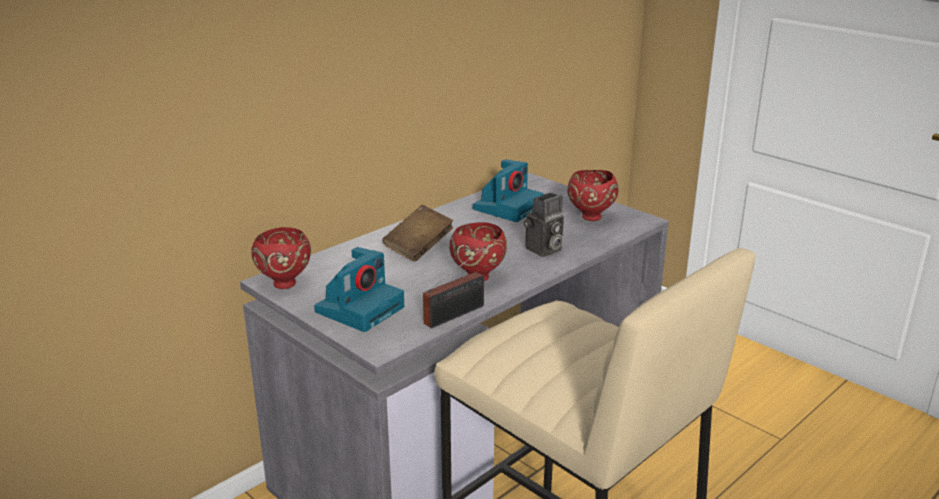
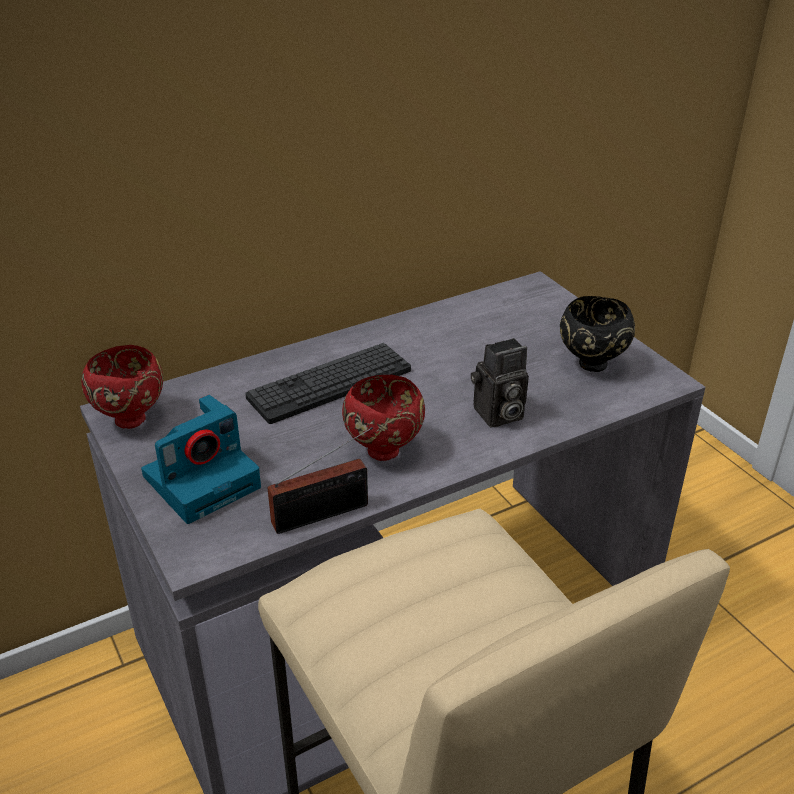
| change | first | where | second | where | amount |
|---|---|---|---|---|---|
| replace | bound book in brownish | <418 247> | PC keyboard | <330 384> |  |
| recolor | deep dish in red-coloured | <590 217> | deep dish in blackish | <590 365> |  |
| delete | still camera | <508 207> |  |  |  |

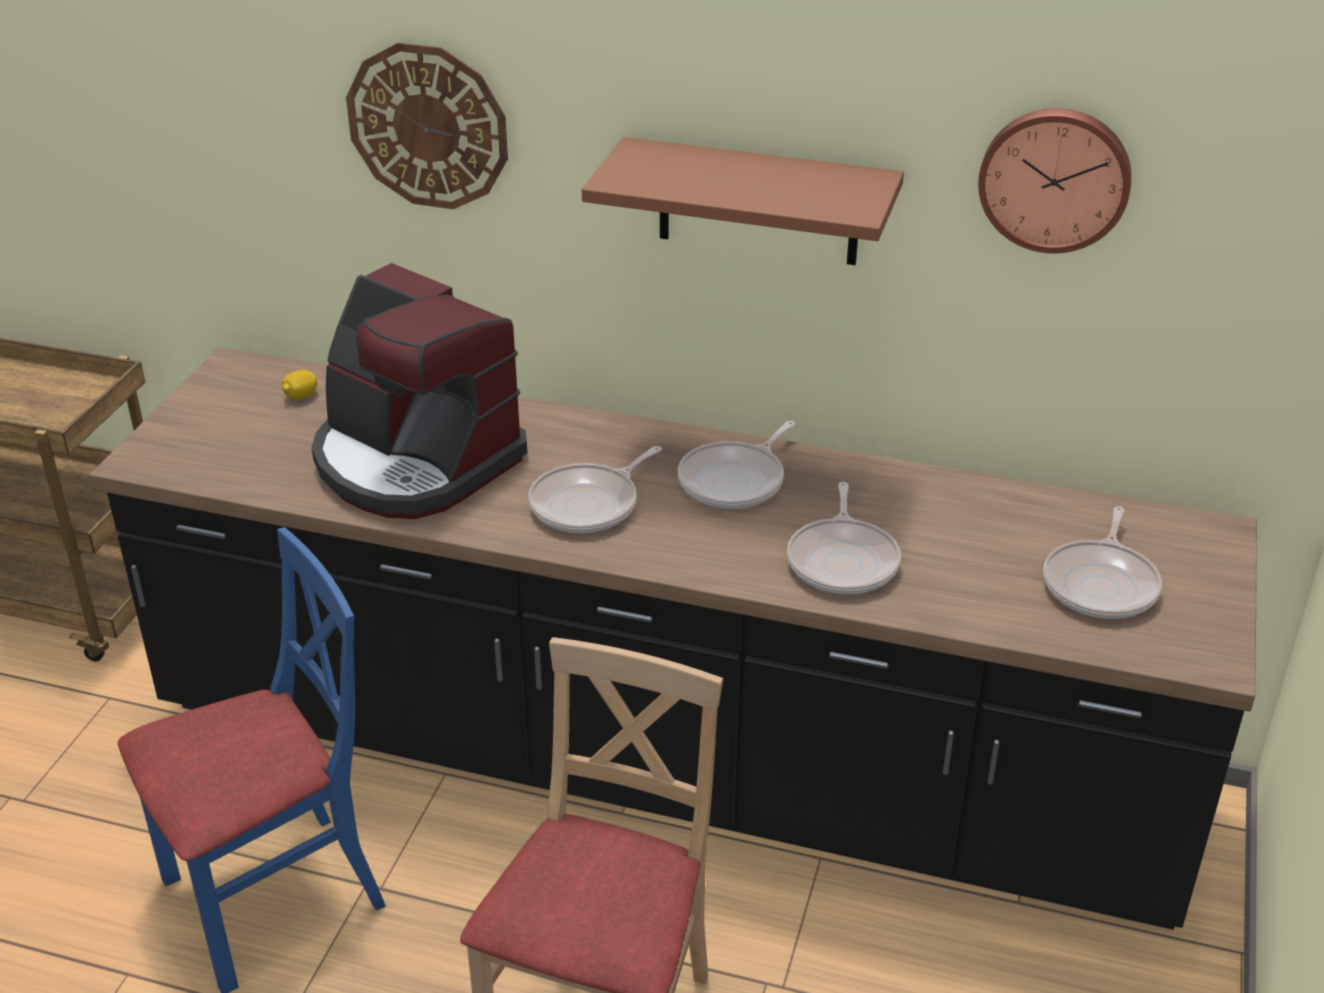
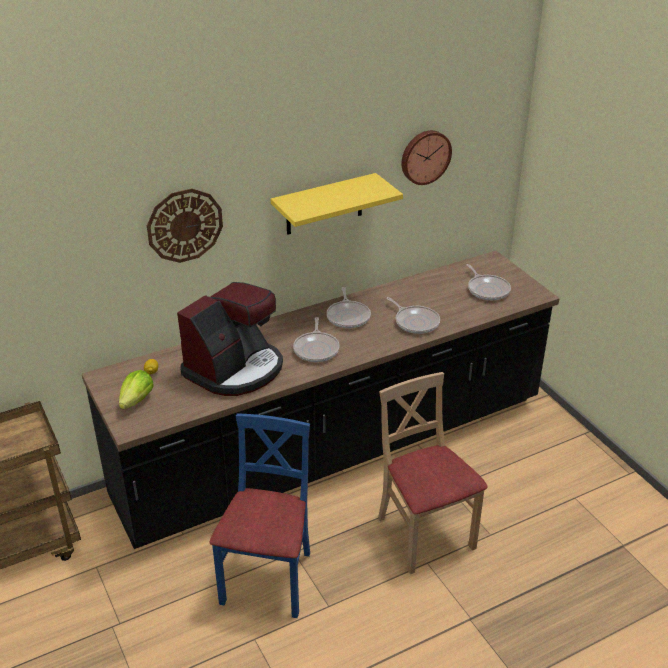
| change | first | where | second | where | amount |
|---|---|---|---|---|---|
| insert |  |  | head of lettuce | <137 400> |  |
| rotate | coffee brewer | <414 461> |  | <235 369> | 45 degrees counterclockwise |
| recolor | wall shelf in brownish | <758 202> | wall shelf in yellowish | <324 204> |  |

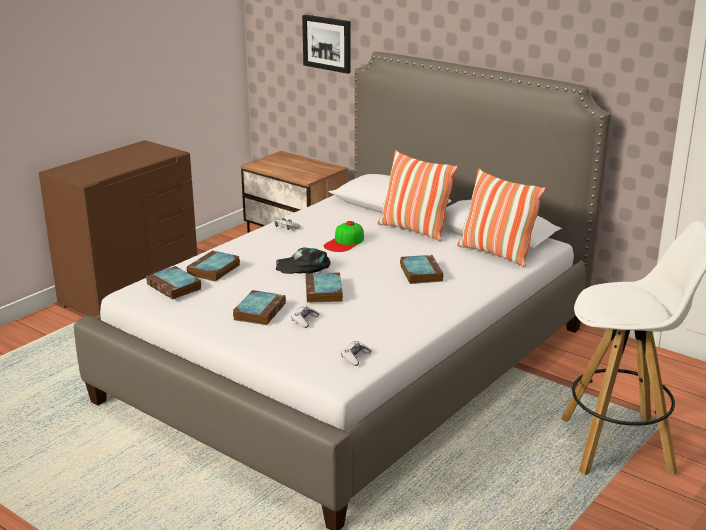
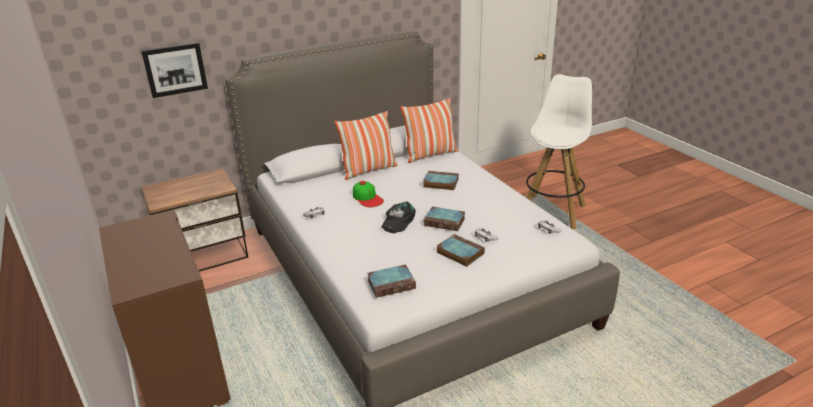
| change | first | where | second | where | amount |
|---|---|---|---|---|---|
| delete | bound book | <213 270> |  |  |  |

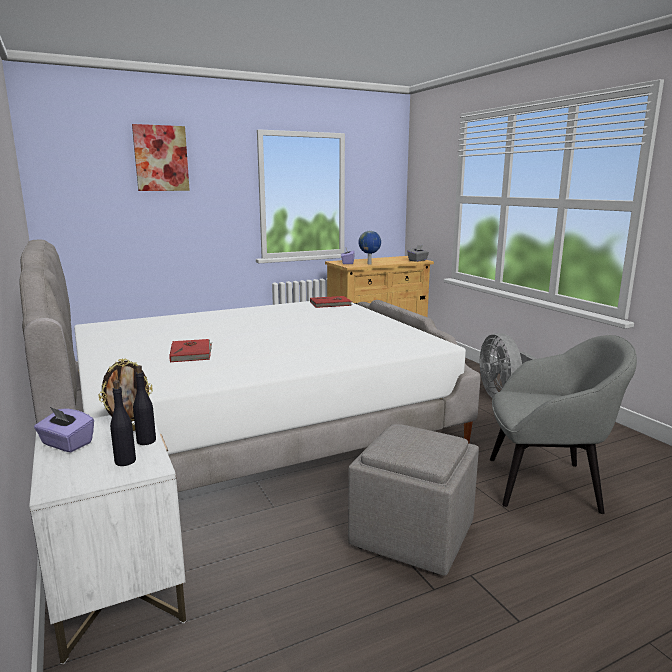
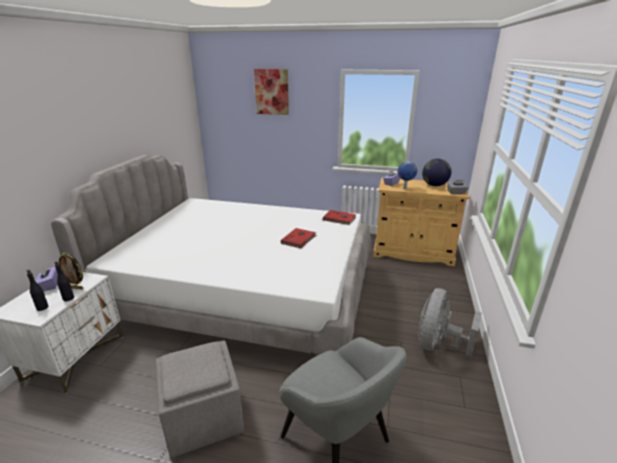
| change | first | where | second | where | amount |
|---|---|---|---|---|---|
| move | bound book in red-coloured | <191 353> |  | <299 239> |  |
| insert |  |  | world globe | <434 185> |  |

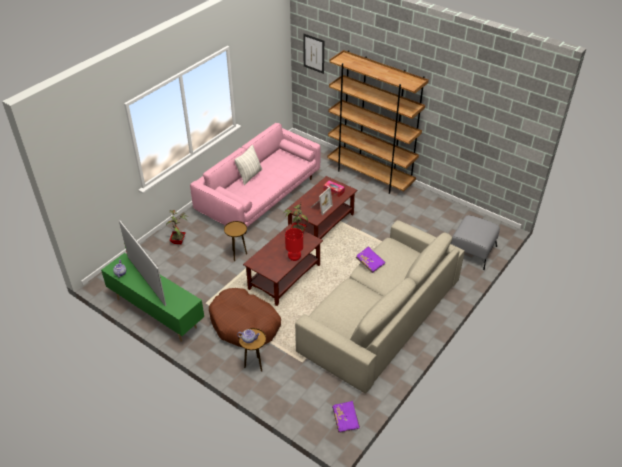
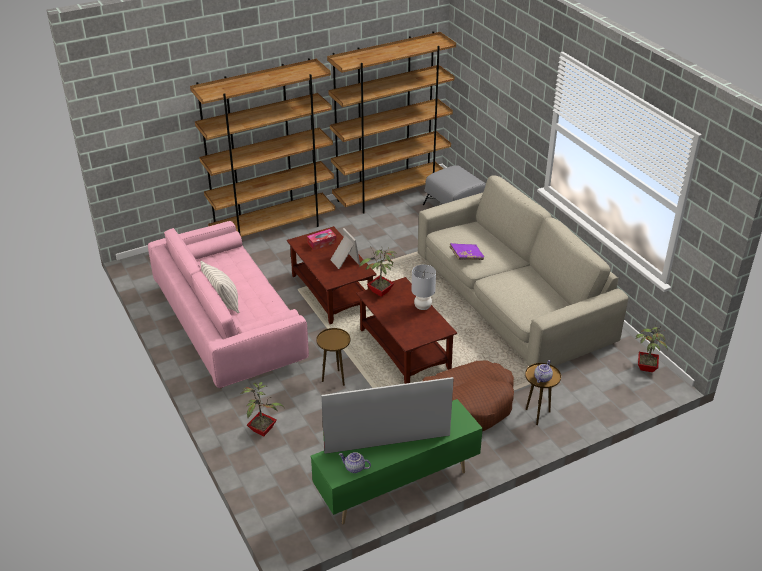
| change | first | where | second | where | amount |
|---|---|---|---|---|---|
| insert |  |  | bookshelf in brownish | <391 195> |  |
| recolor | lamp for a table in red-coloured | <294 258> | lamp for a table in greyish | <422 306> |  |
| replace | bound book in purple-coloured | <345 419> | plant in a pot | <645 367> |  |
| delete | wall art | <314 53> |  |  |  |

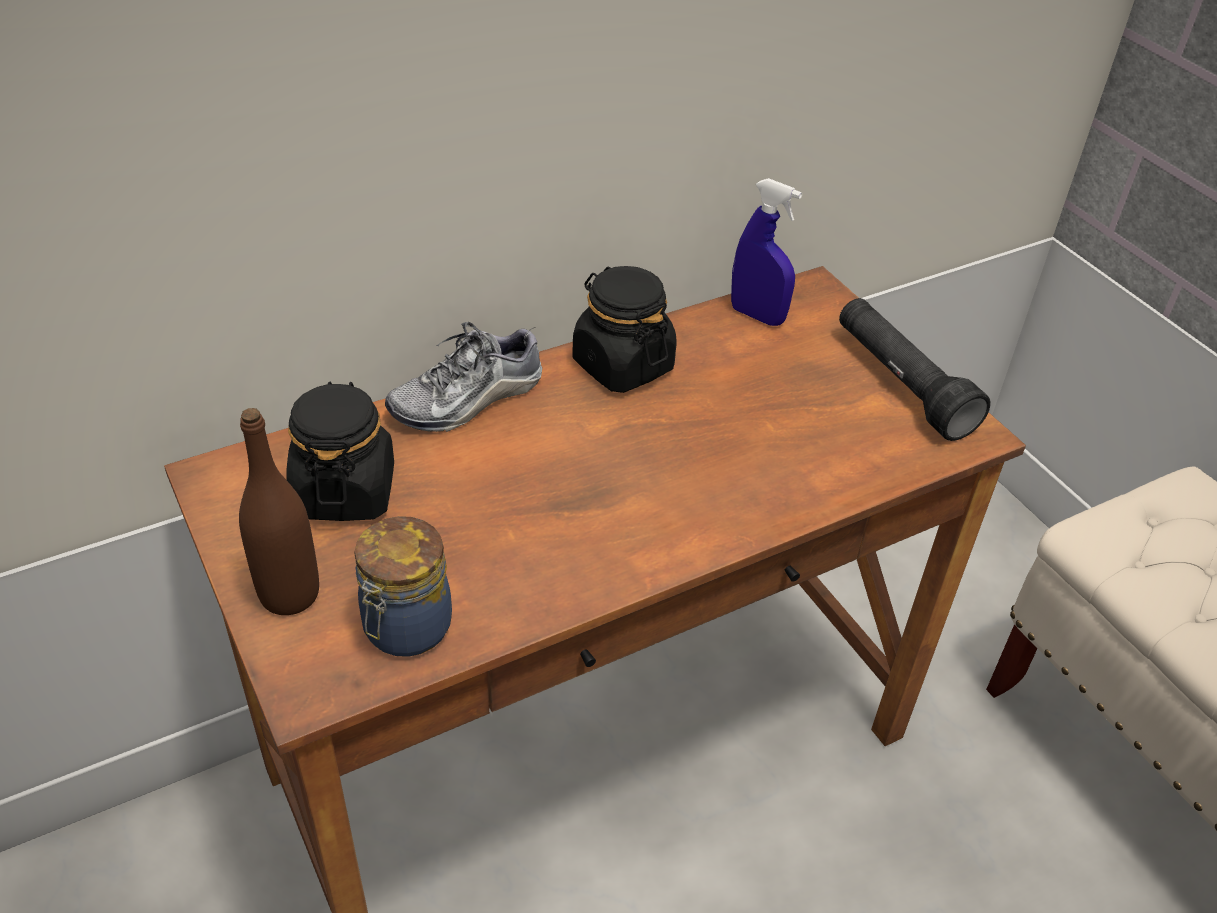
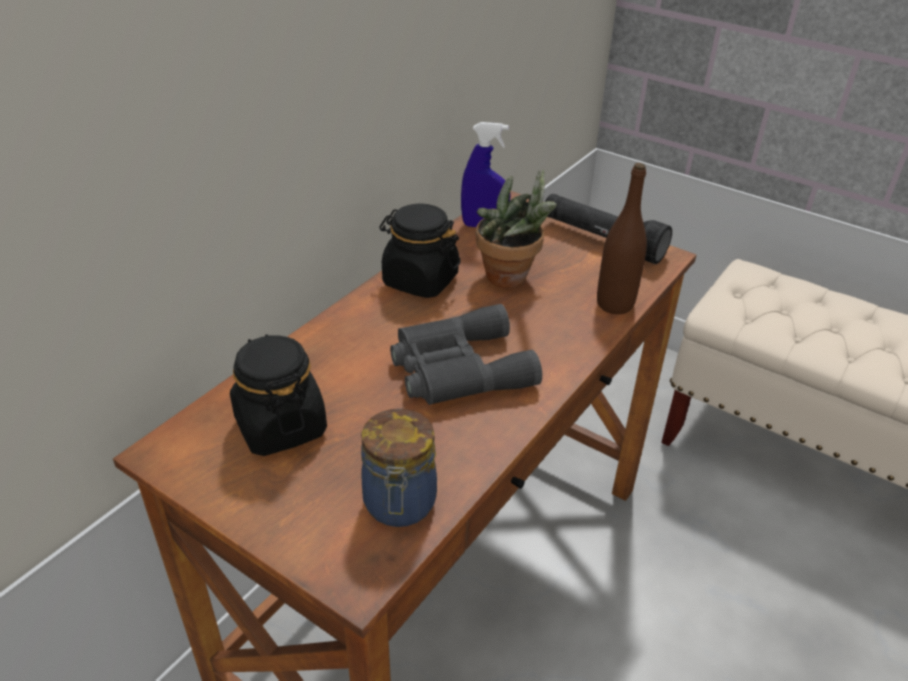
| change | first | where | second | where | amount |
|---|---|---|---|---|---|
| insert |  |  | pair of binoculars in greyish | <457 368> |  |
| insert |  |  | plant in a pot | <512 279> |  |
| move | drink bottle in brownish | <289 594> |  | <615 304> |  |
| delete | item of footwear | <467 399> |  |  |  |

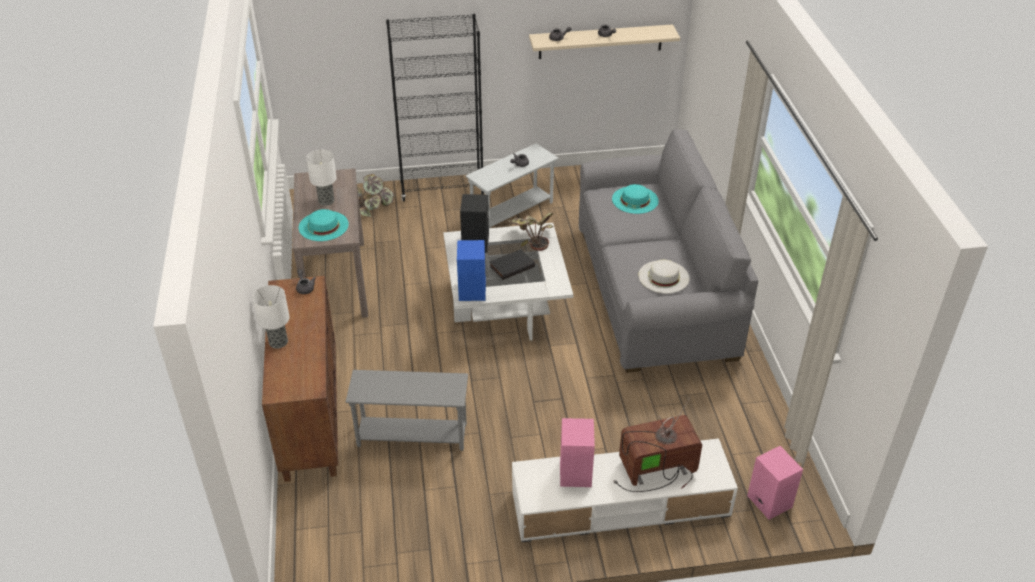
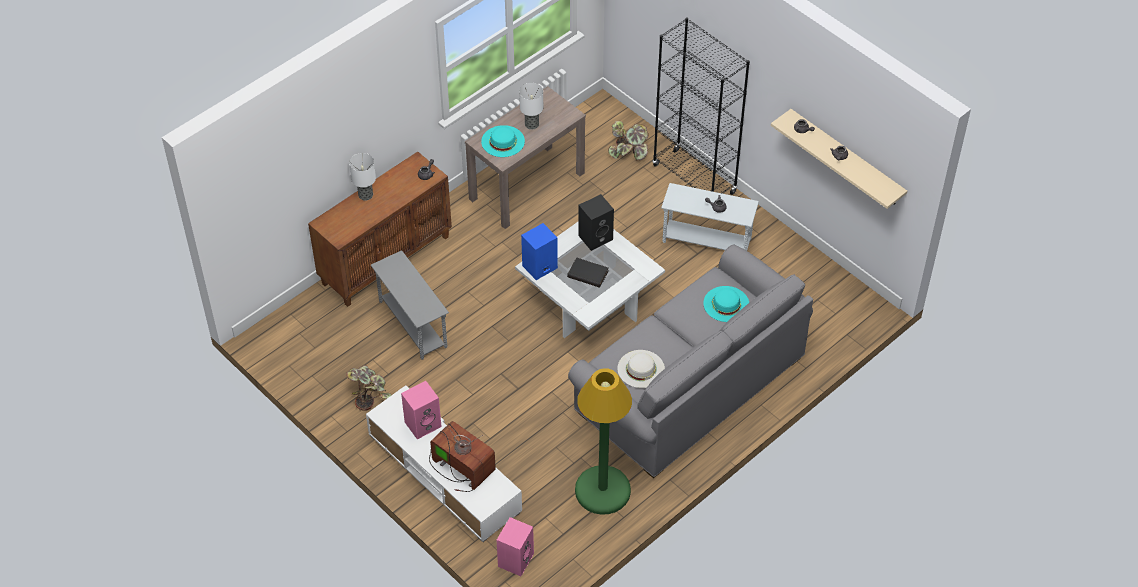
| change | first | where | second | where | amount |
|---|---|---|---|---|---|
| move | plant in a pot | <530 238> |  | <369 393> |  |
| insert |  |  | standard lamp in green-coloured | <602 490> |  |

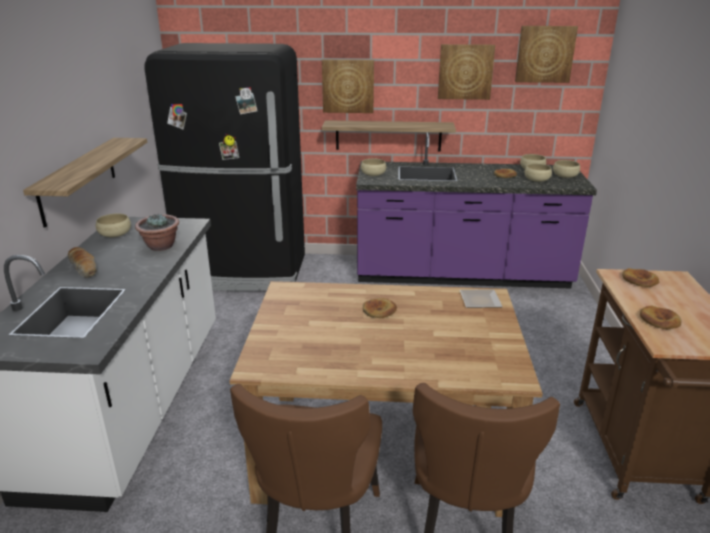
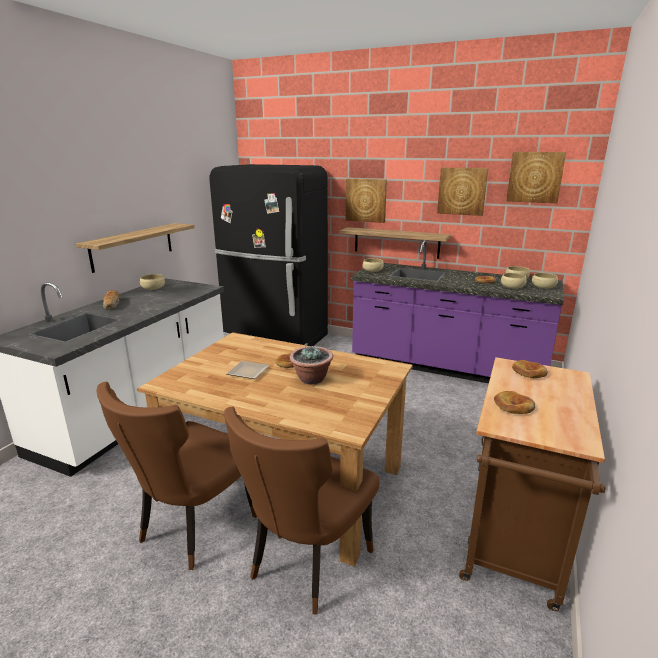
| change | first | where | second | where | amount |
|---|---|---|---|---|---|
| move | dinner plate | <481 300> |  | <250 371> |  |
| move | plant in a pot | <161 246> |  | <311 379> |  |

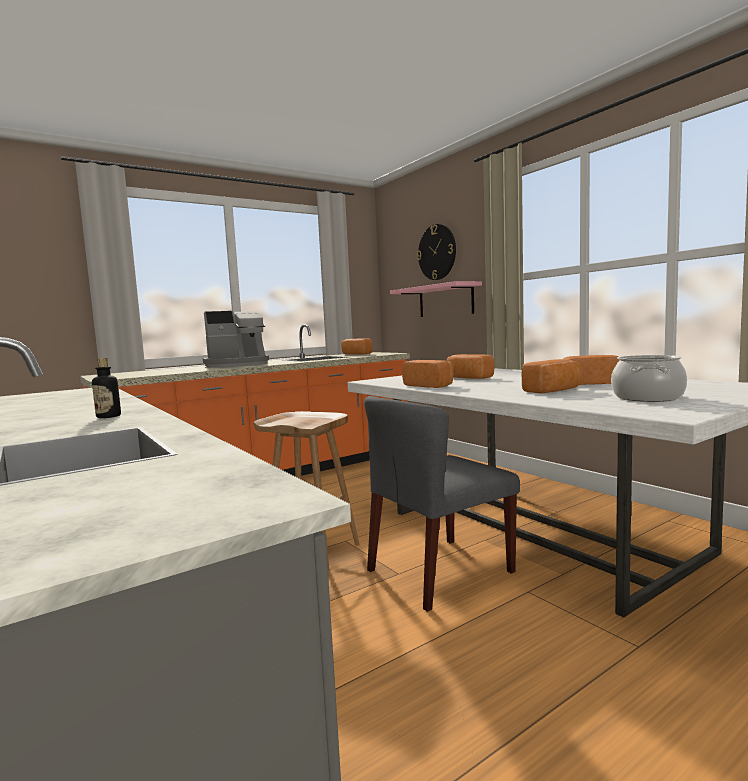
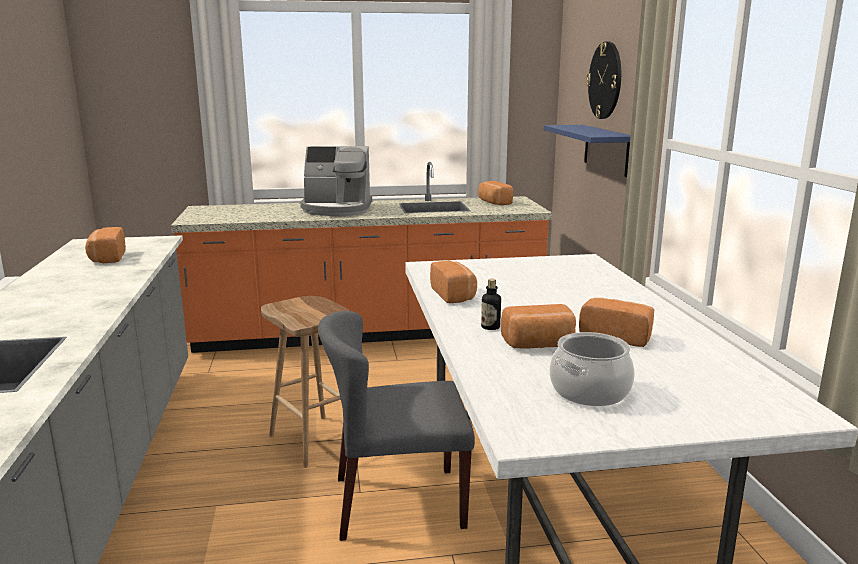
| change | first | where | second | where | amount |
|---|---|---|---|---|---|
| move | bread | <468 378> |  | <106 258> |  |
| move | drink bottle | <108 416> |  | <490 327> |  |
| recolor | wall shelf in pink | <445 300> | wall shelf in blue | <606 149> |  |

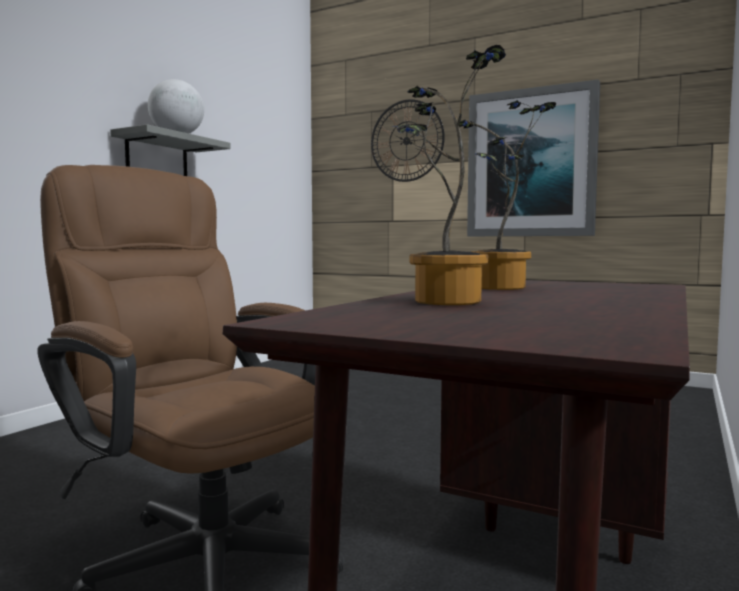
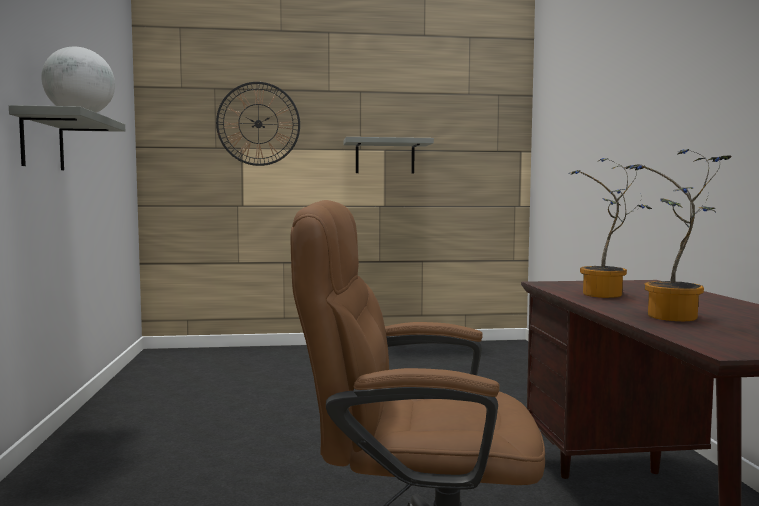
| change | first | where | second | where | amount |
|---|---|---|---|---|---|
| replace | wall art | <531 164> | wall shelf in greyish | <385 157> |  |

